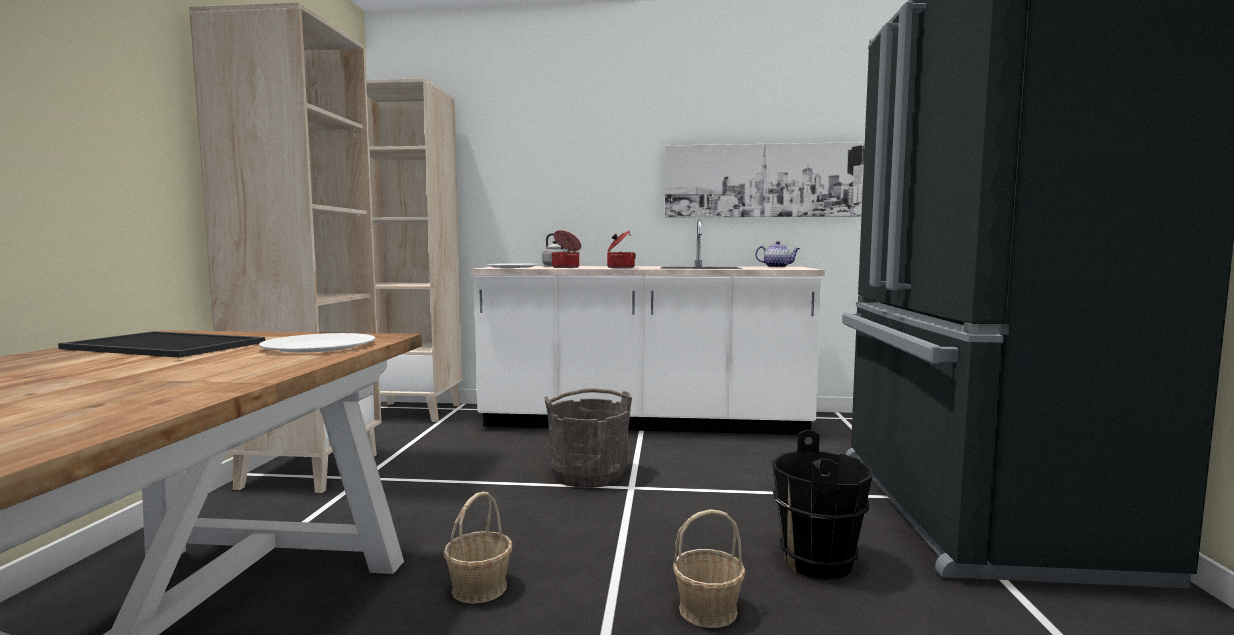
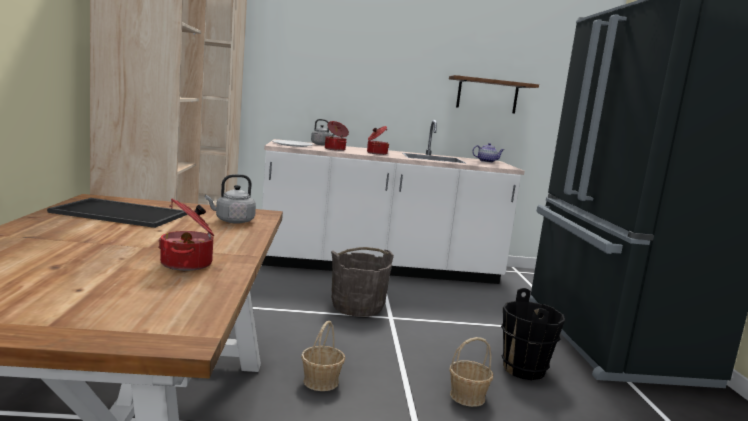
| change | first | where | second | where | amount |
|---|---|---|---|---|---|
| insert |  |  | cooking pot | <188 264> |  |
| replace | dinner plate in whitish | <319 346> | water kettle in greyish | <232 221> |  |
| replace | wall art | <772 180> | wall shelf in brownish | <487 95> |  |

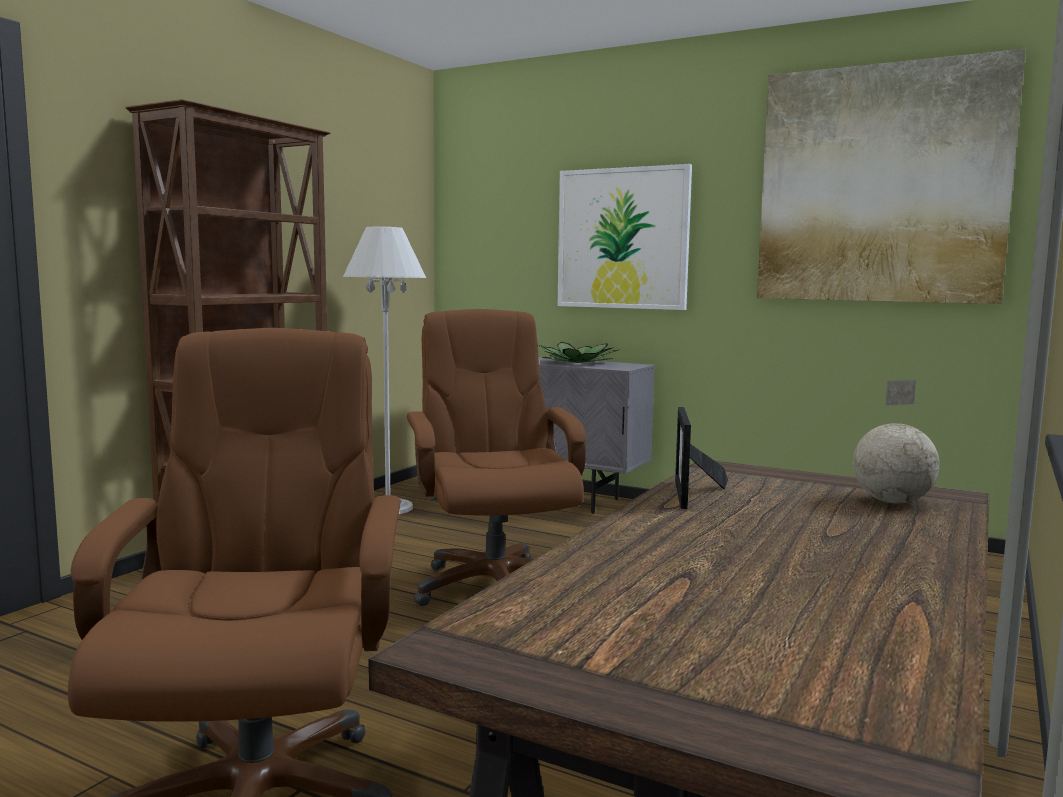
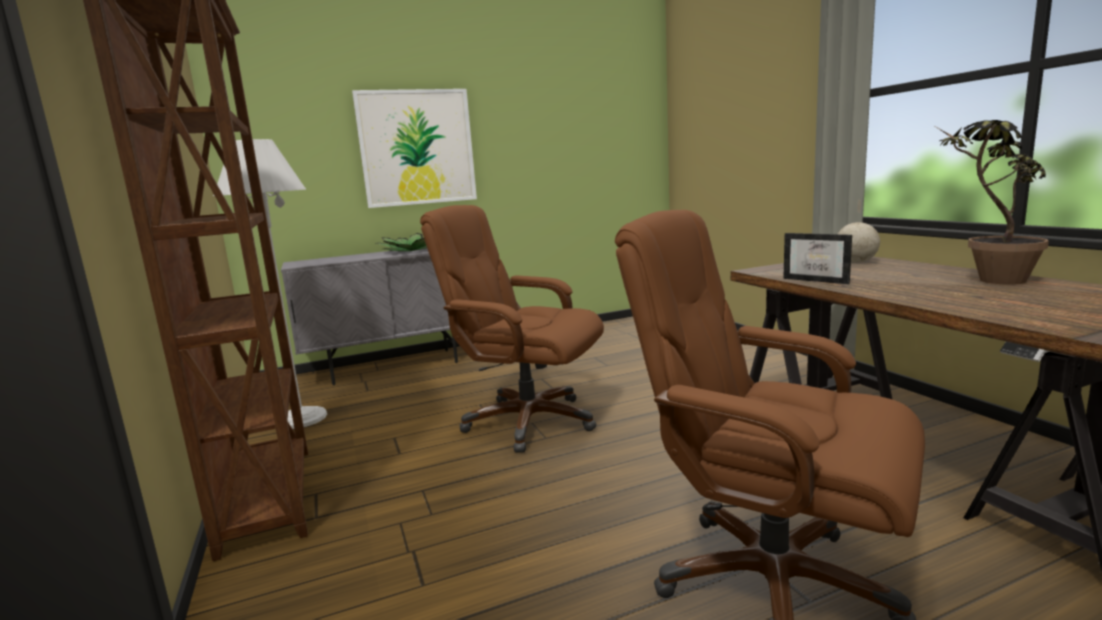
| change | first | where | second | where | amount |
|---|---|---|---|---|---|
| insert |  |  | plant in a pot | <988 282> |  |
| delete | wall art | <880 185> |  |  |  |

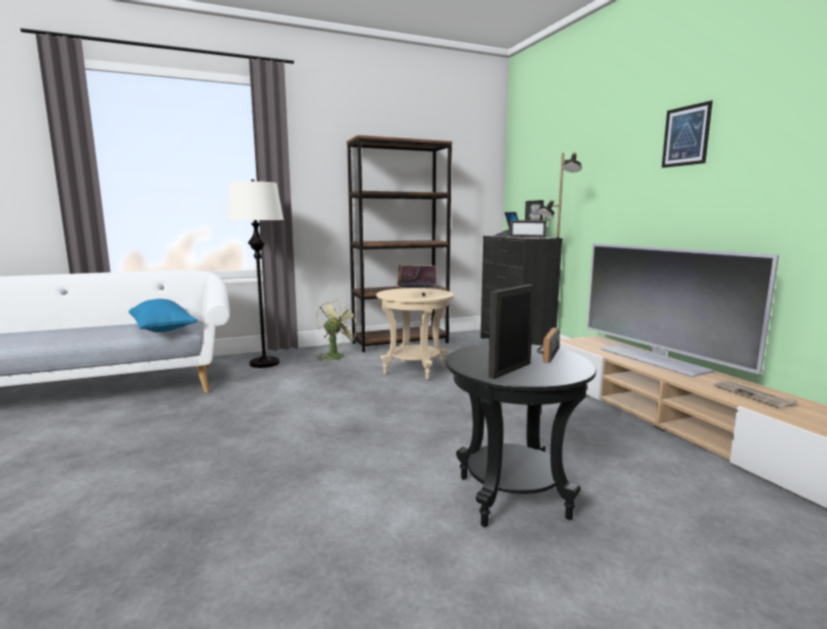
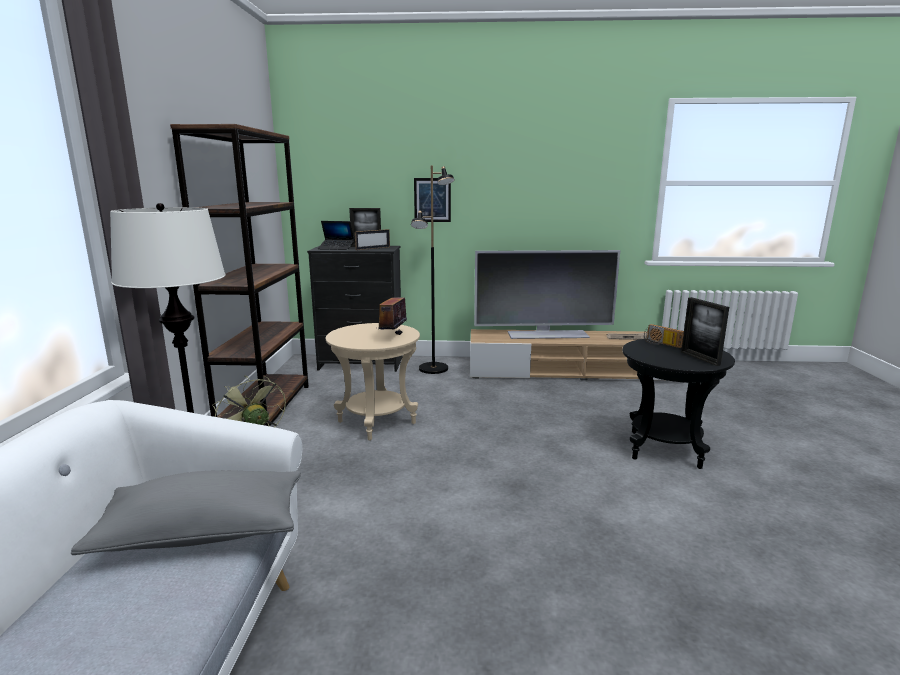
| change | first | where | second | where | amount |
|---|---|---|---|---|---|
| recolor | throw pillow in blue | <162 329> | throw pillow in greyish | <203 533> |  |
| move | wall art | <686 136> |  | <432 200> |  |

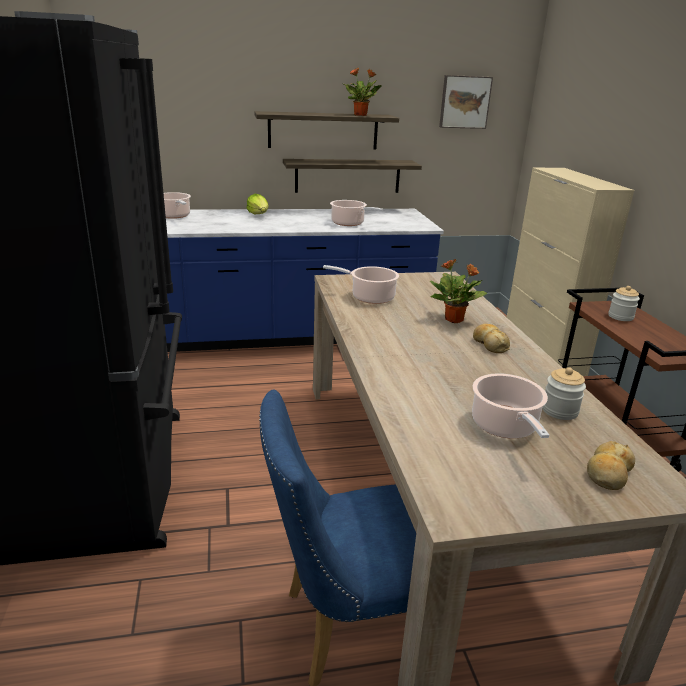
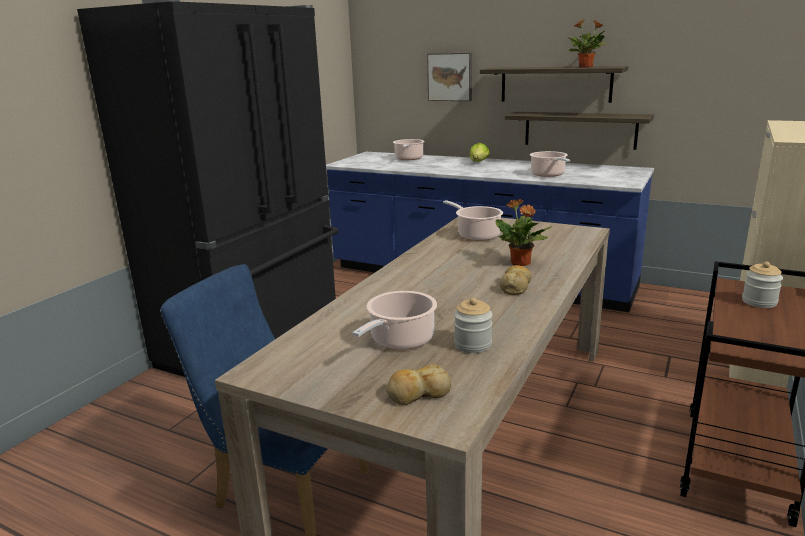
| change | first | where | second | where | amount |
|---|---|---|---|---|---|
| move | wall art | <464 102> |  | <450 77> |  |

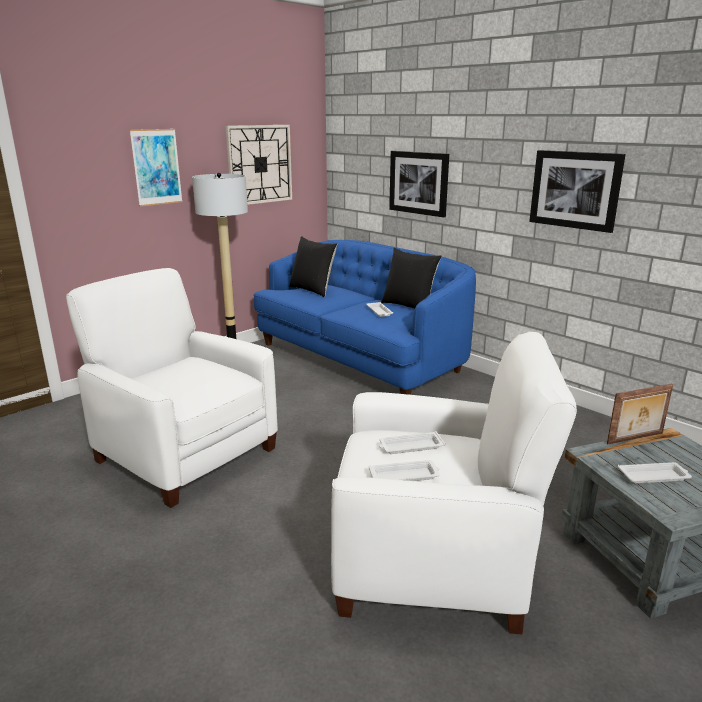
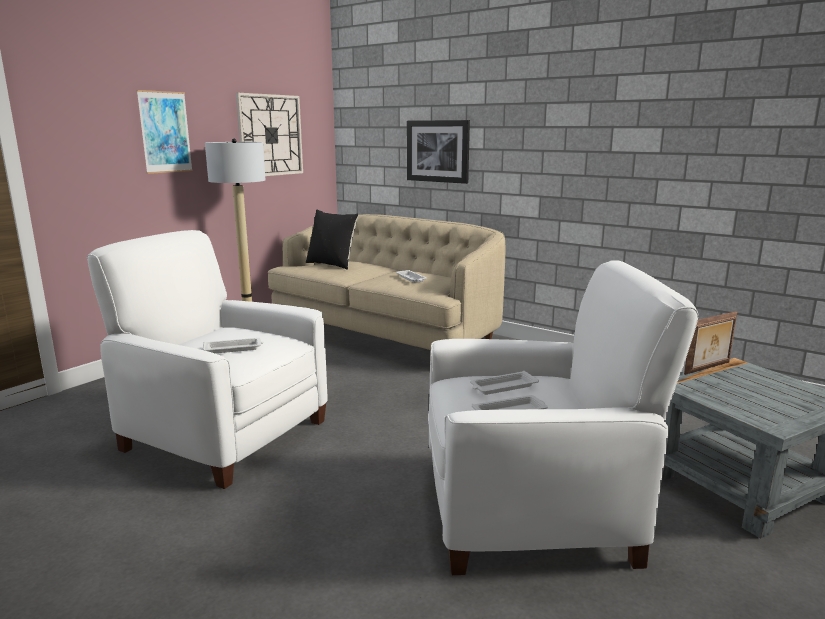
| change | first | where | second | where | amount |
|---|---|---|---|---|---|
| move | tray in whitish | <654 476> |  | <234 349> |  |
| recolor | couch in blue | <361 359> | couch in beige-coloured | <387 333> |  |
| delete | throw pillow in blackish | <409 305> |  |  |  |
| delete | wall art | <575 190> |  |  |  |

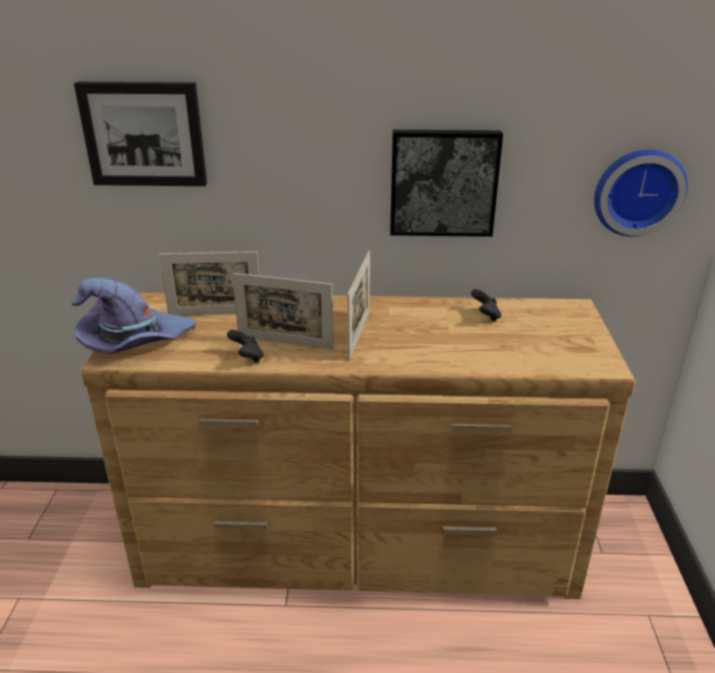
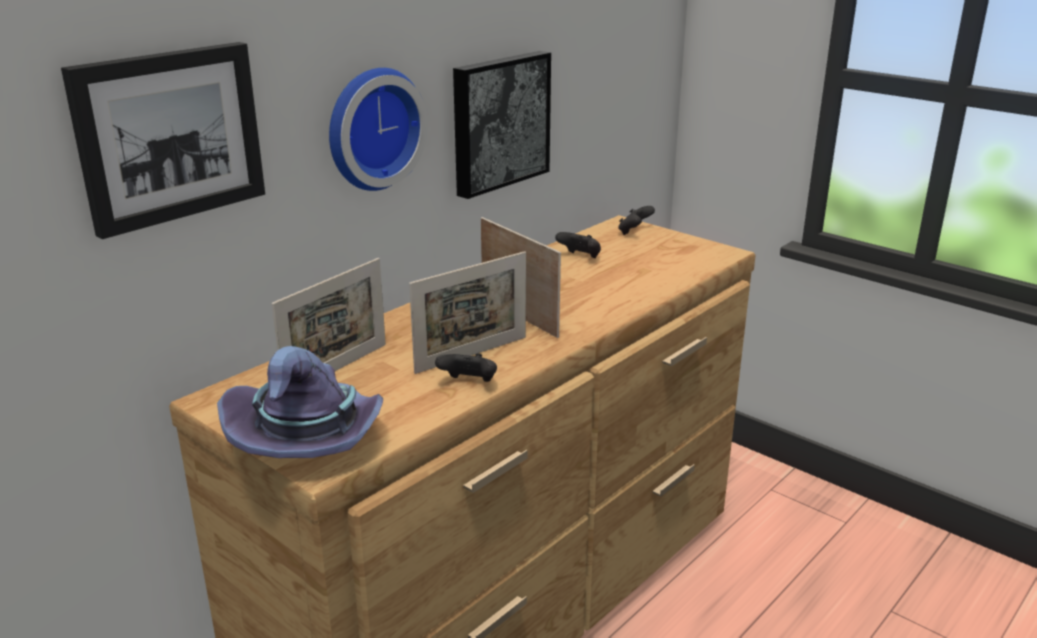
| change | first | where | second | where | amount |
|---|---|---|---|---|---|
| move | wall clock | <637 191> |  | <371 128> |  |
| insert |  |  | gamepad in blackish | <634 232> |  |

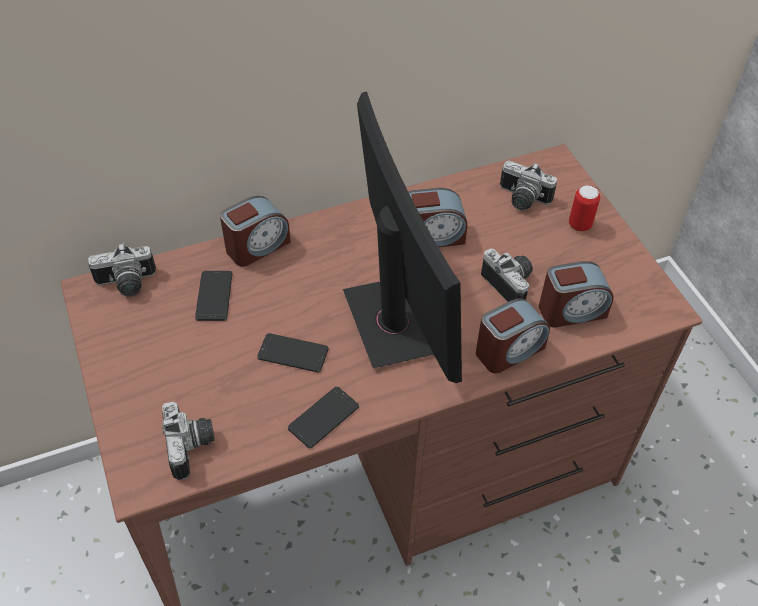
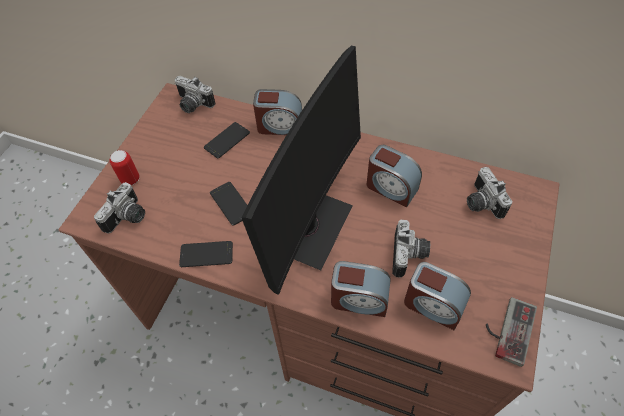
| change | first | where | second | where | amount |
|---|---|---|---|---|---|
| move | can | <579 225> |  | <130 179> |  |
| insert |  |  | gamepad | <507 328> |  |

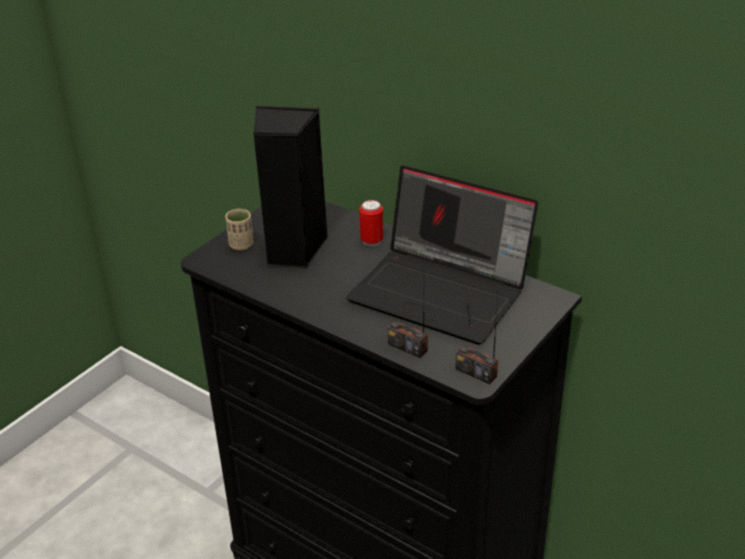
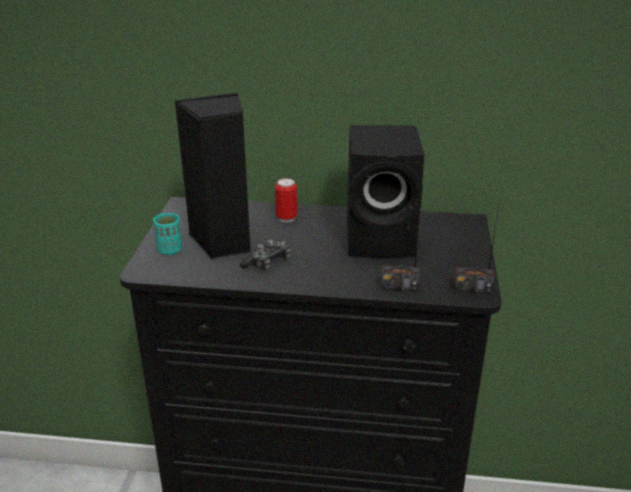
| change | first | where | second | where | amount |
|---|---|---|---|---|---|
| recolor | drinking cup in beige-coloured | <241 245> | drinking cup in turquoise-coloured | <170 250> |  |
| insert |  |  | gamepad | <268 263> |  |
| replace | portable computer | <442 291> | loudspeaker in blackish | <383 239> |  |

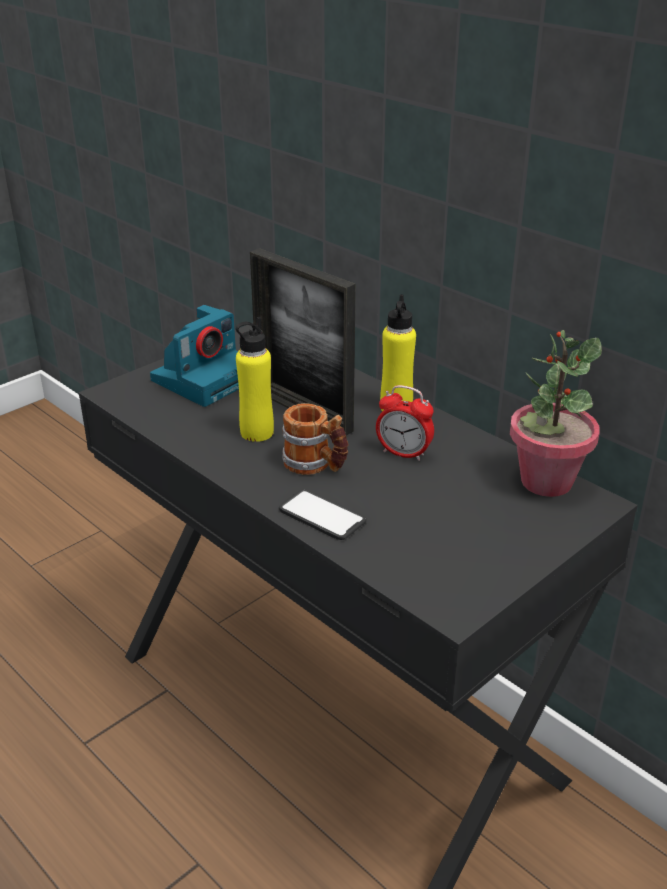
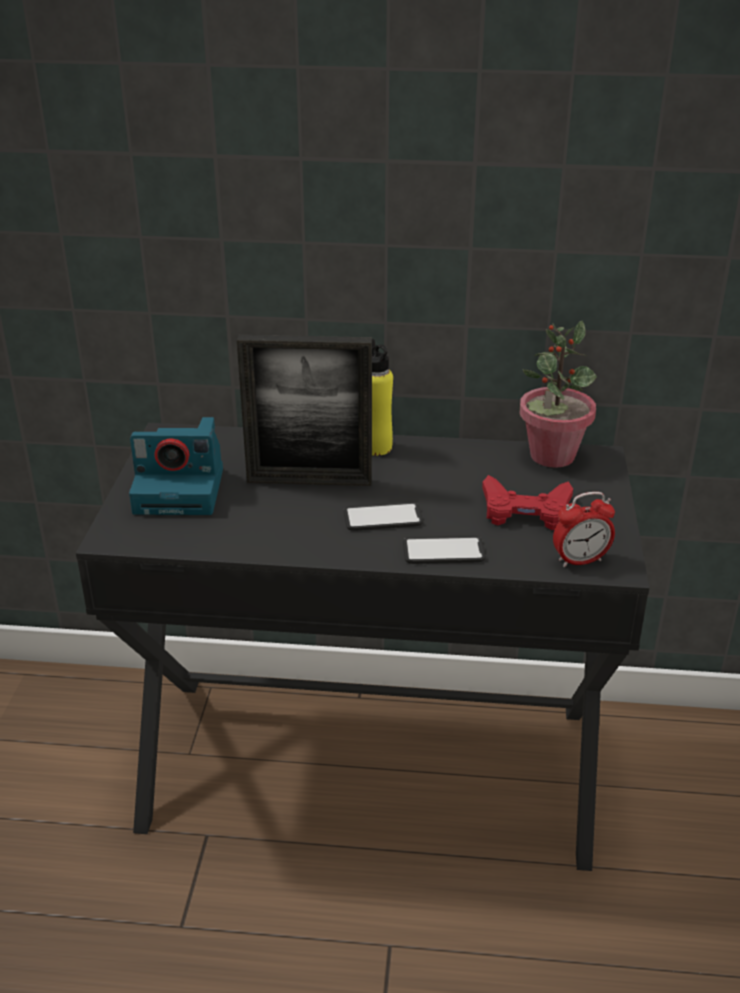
| change | first | where | second | where | amount |
|---|---|---|---|---|---|
| rotate | still camera | <205 378> |  | <182 490> | 90 degrees clockwise |
| replace | tea mug | <315 465> | handset | <383 518> |  |
| insert |  |  | gamepad in red-coloured | <525 510> |  |
| move | table clock | <403 453> |  | <580 560> |  |
| delete | drink bottle in yellowish | <256 432> |  |  |  |

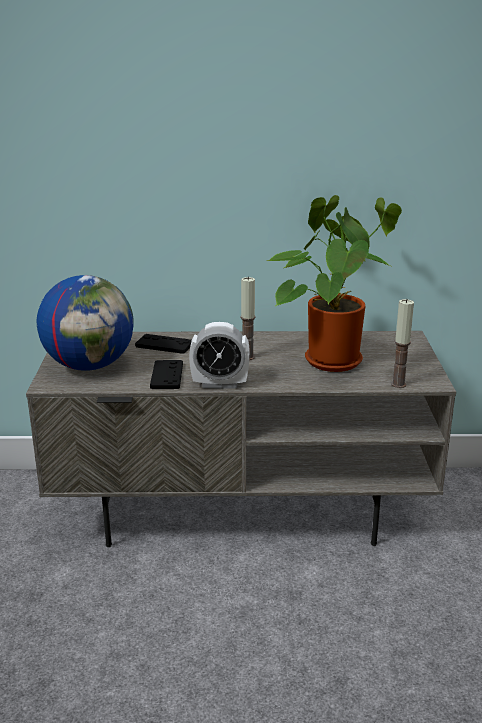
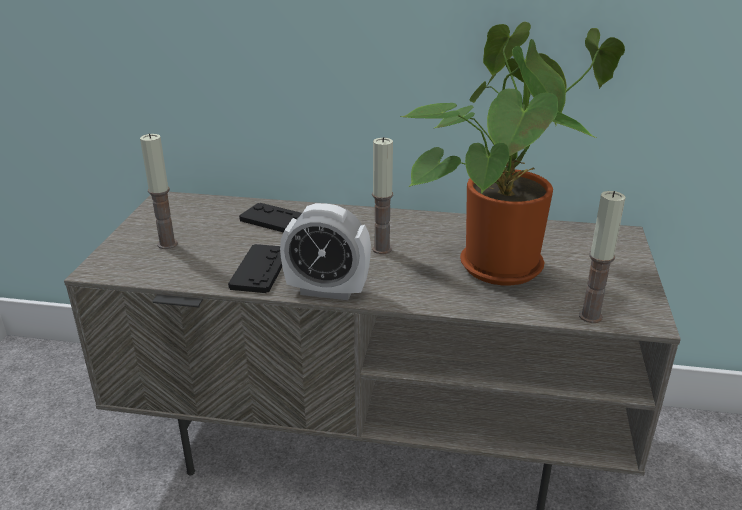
| change | first | where | second | where | amount |
|---|---|---|---|---|---|
| replace | world globe | <90 365> | candle | <167 244> |  |

